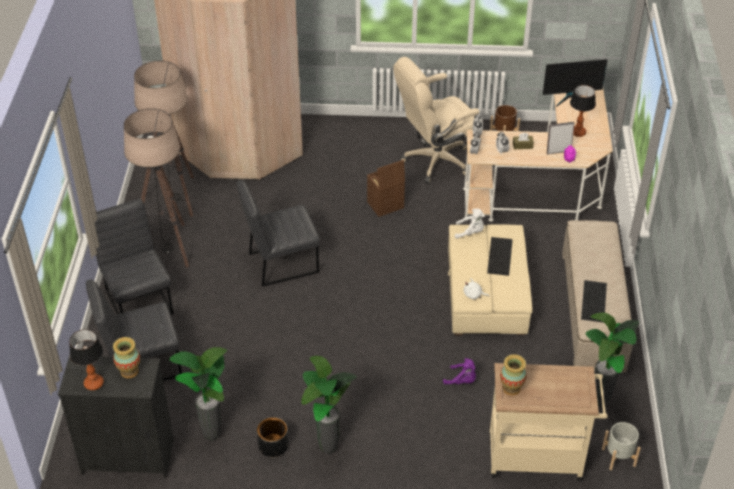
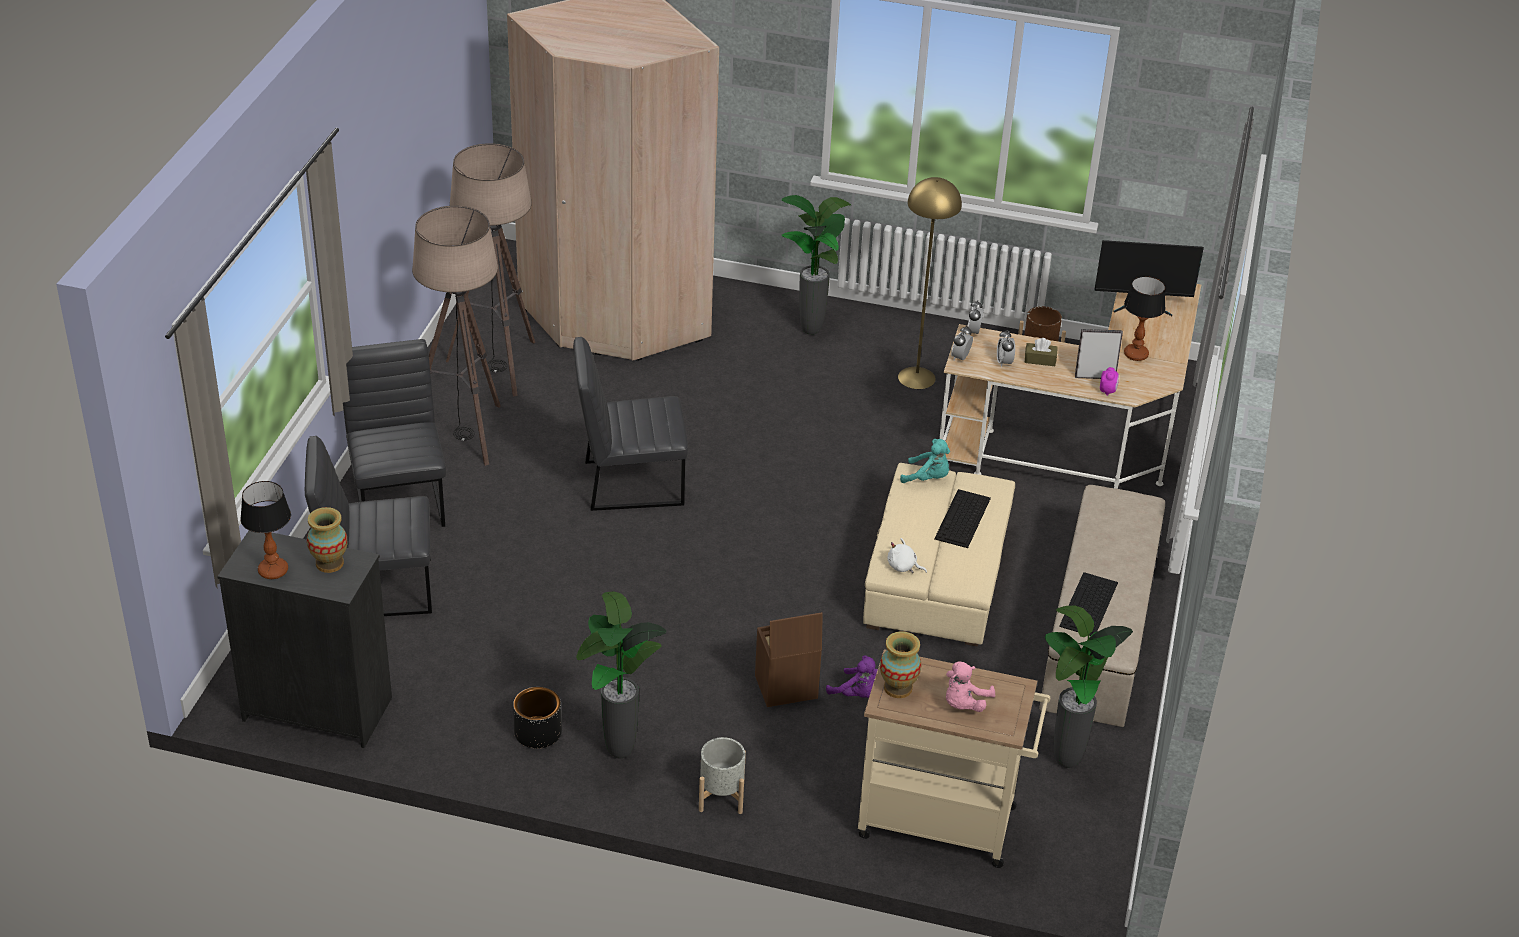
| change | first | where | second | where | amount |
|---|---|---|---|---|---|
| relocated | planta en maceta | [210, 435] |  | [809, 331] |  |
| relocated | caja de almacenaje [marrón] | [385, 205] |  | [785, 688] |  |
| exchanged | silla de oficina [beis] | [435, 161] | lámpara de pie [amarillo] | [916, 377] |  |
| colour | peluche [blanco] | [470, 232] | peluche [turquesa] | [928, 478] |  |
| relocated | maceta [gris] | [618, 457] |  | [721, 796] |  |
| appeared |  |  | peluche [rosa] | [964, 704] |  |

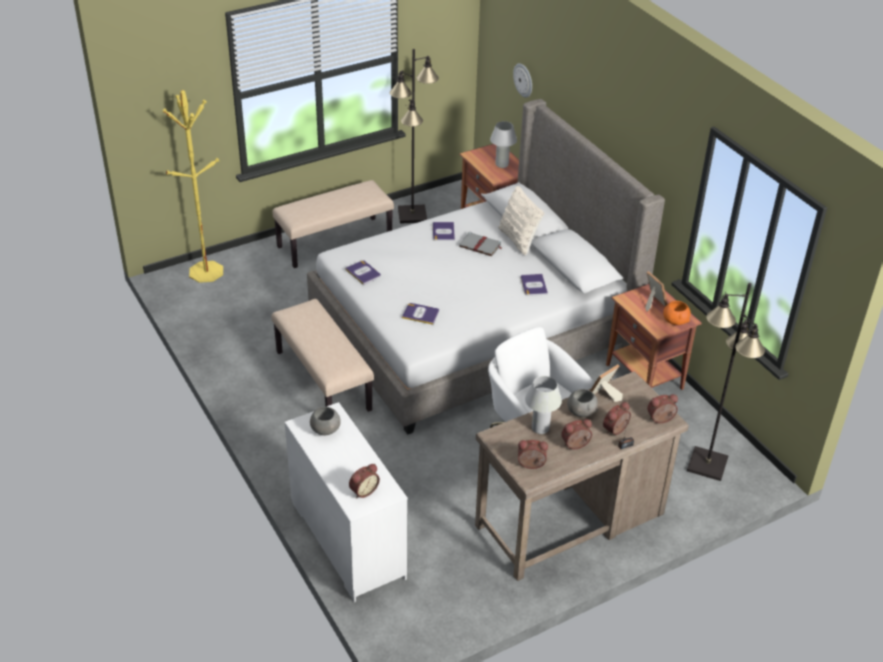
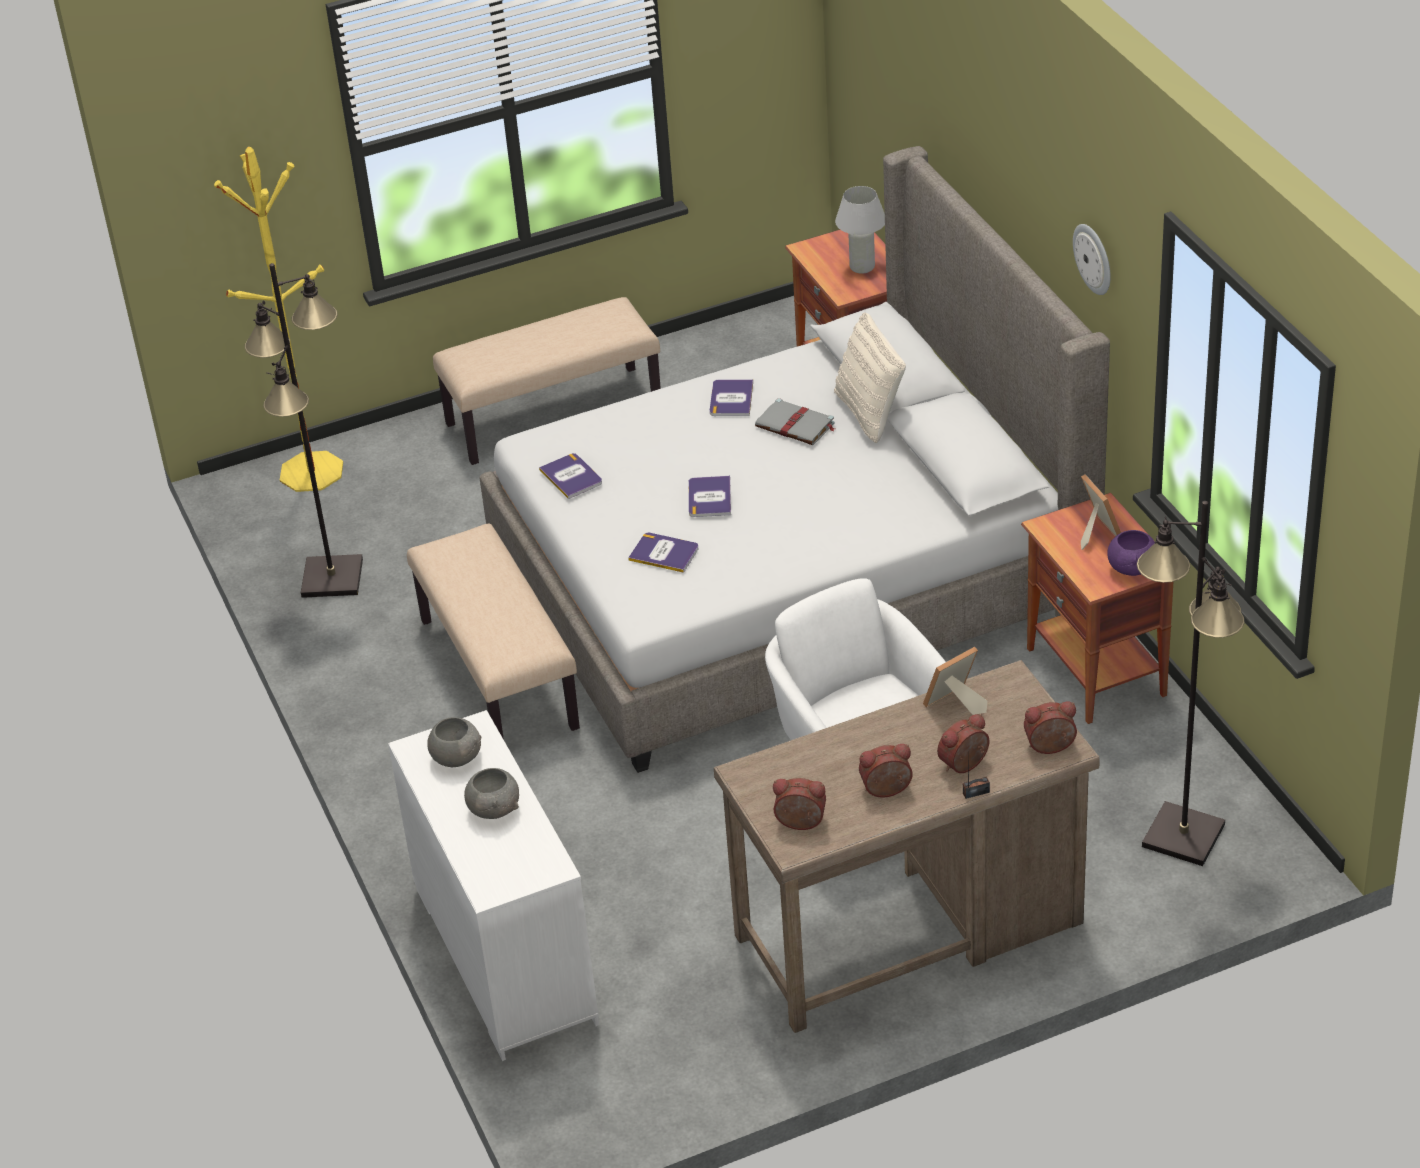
| change | first | where | second | where | amount |
|---|---|---|---|---|---|
| missing | despertador | [363, 490] |  |  |  |
| relocated | lámpara de pie [negro] | [413, 215] |  | [333, 578] |  |
| relocated | reloj de pared | [523, 80] |  | [1094, 258] |  |
| relocated | libro | [533, 285] |  | [709, 497] |  |
| missing | lámpara de mesa [blanco] | [540, 428] |  |  |  |
| relocated | cuenco [gris] | [581, 411] |  | [494, 809] |  |
| colour | cuenco [naranja] | [675, 321] | cuenco [morado] | [1132, 568] |  |

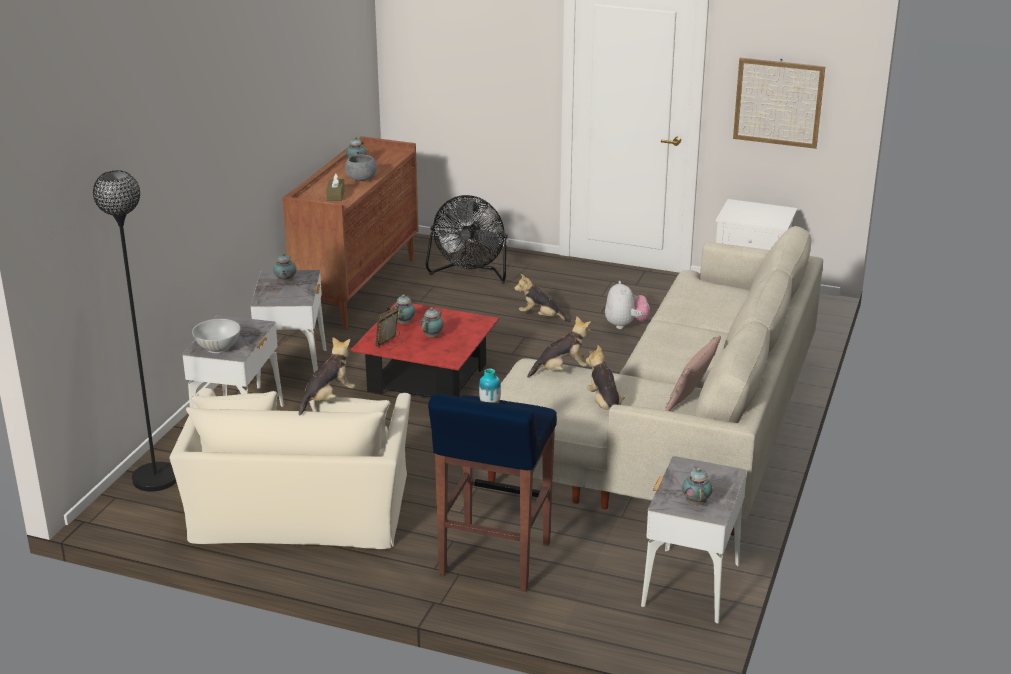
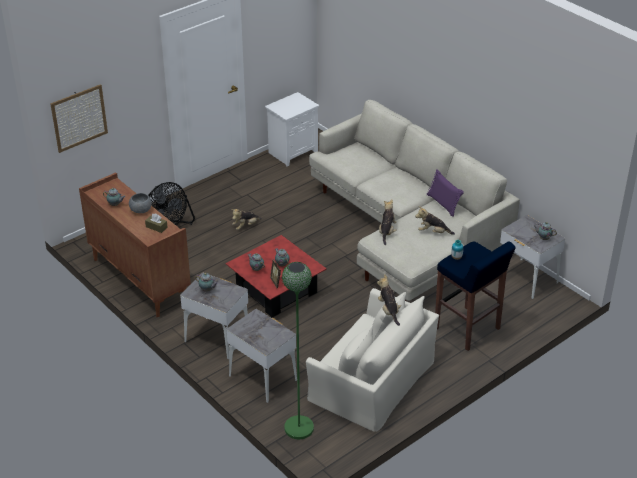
| change | first | where | second | where | amount |
|---|---|---|---|---|---|
| colour | lámpara de pie [negro] | [155, 478] | lámpara de pie [verde] | [298, 428] |  |
| missing | cuenco [blanco] | [218, 348] |  |  |  |
| missing | peluche | [625, 325] |  |  |  |
| colour | cojín [beis] | [691, 396] | cojín [morado] | [443, 204] |  |
| relocated | cuadro | [778, 101] |  | [79, 117] |  |

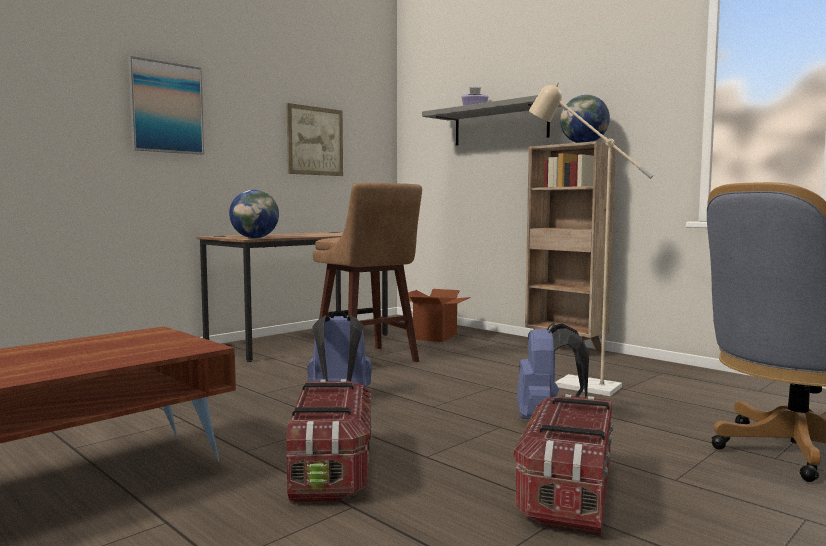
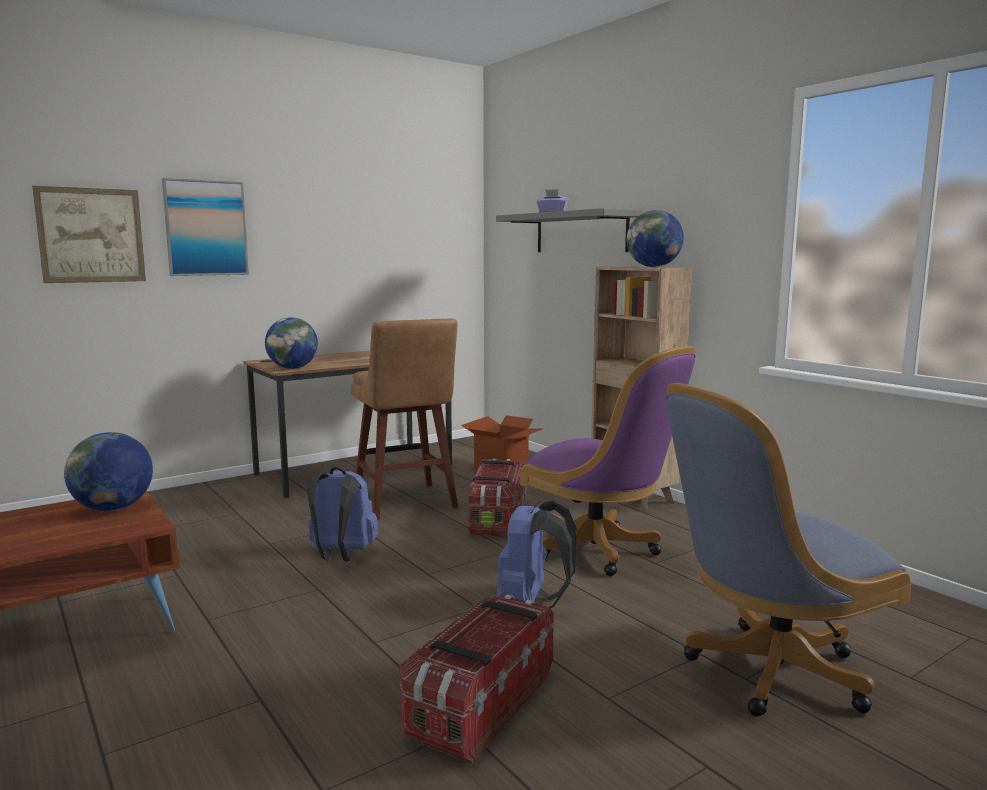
| change | first | where | second | where | amount |
|---|---|---|---|---|---|
| relocated | caja de almacenaje | [332, 469] |  | [498, 518] |  |
| relocated | cuadro | [315, 141] |  | [91, 235] |  |
| exchanged | lámpara de pie [beis] | [576, 385] | silla de oficina [morado] | [604, 553] |  |
| appeared |  |  | globo terráqueo | [113, 508] |  |

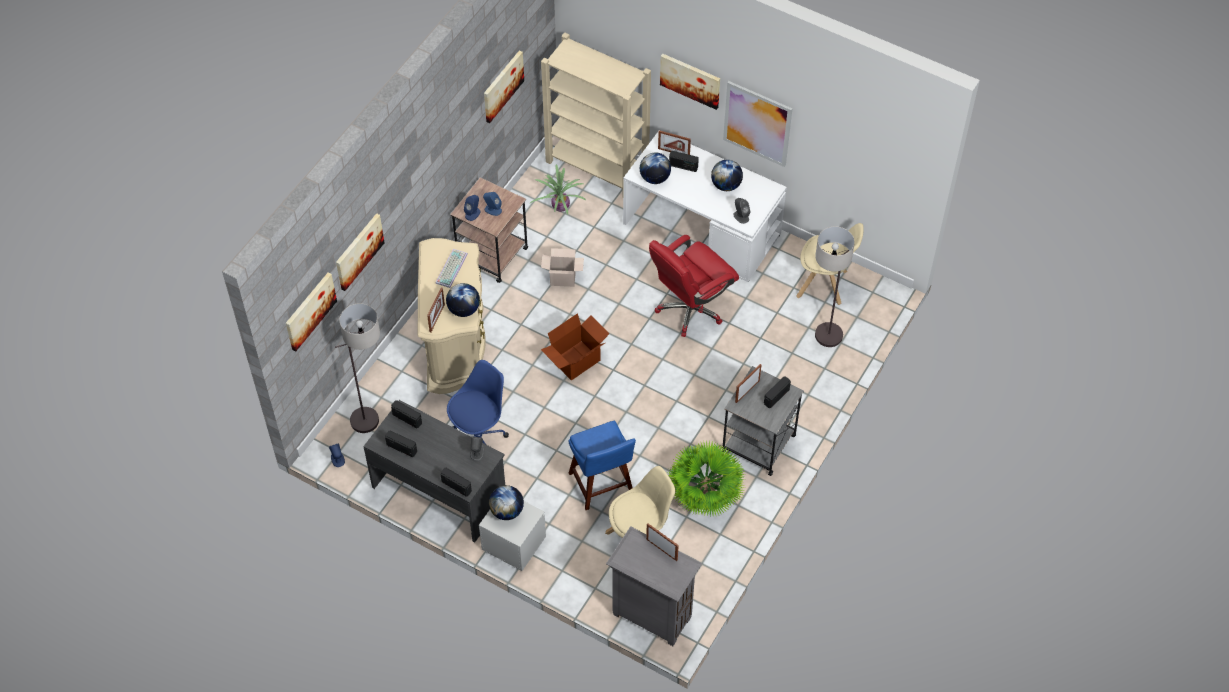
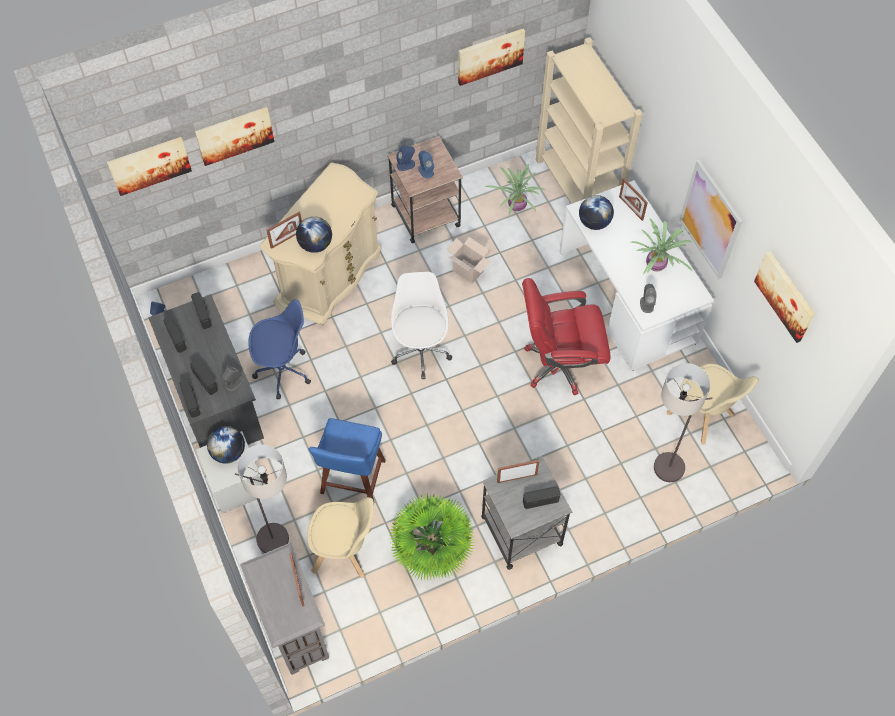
| change | first | where | second | where | amount |
|---|---|---|---|---|---|
| relocated | lámpara de pie [gris] | [373, 418] |  | [282, 542] |  |
| missing | teclado | [451, 268] |  |  |  |
| exchanged | caja de cartón | [576, 361] | silla de oficina [blanco] | [420, 352] |  |
| relocated | cuadro | [690, 80] |  | [785, 296] |  |
| relocated | radio | [683, 166] |  | [205, 381] |  |
| exchanged | globo terráqueo | [726, 185] | planta en maceta | [656, 266] |  |

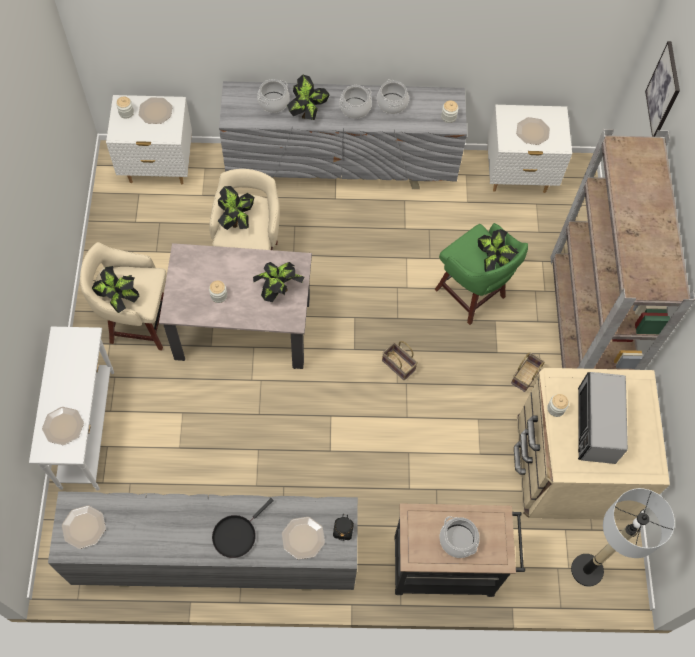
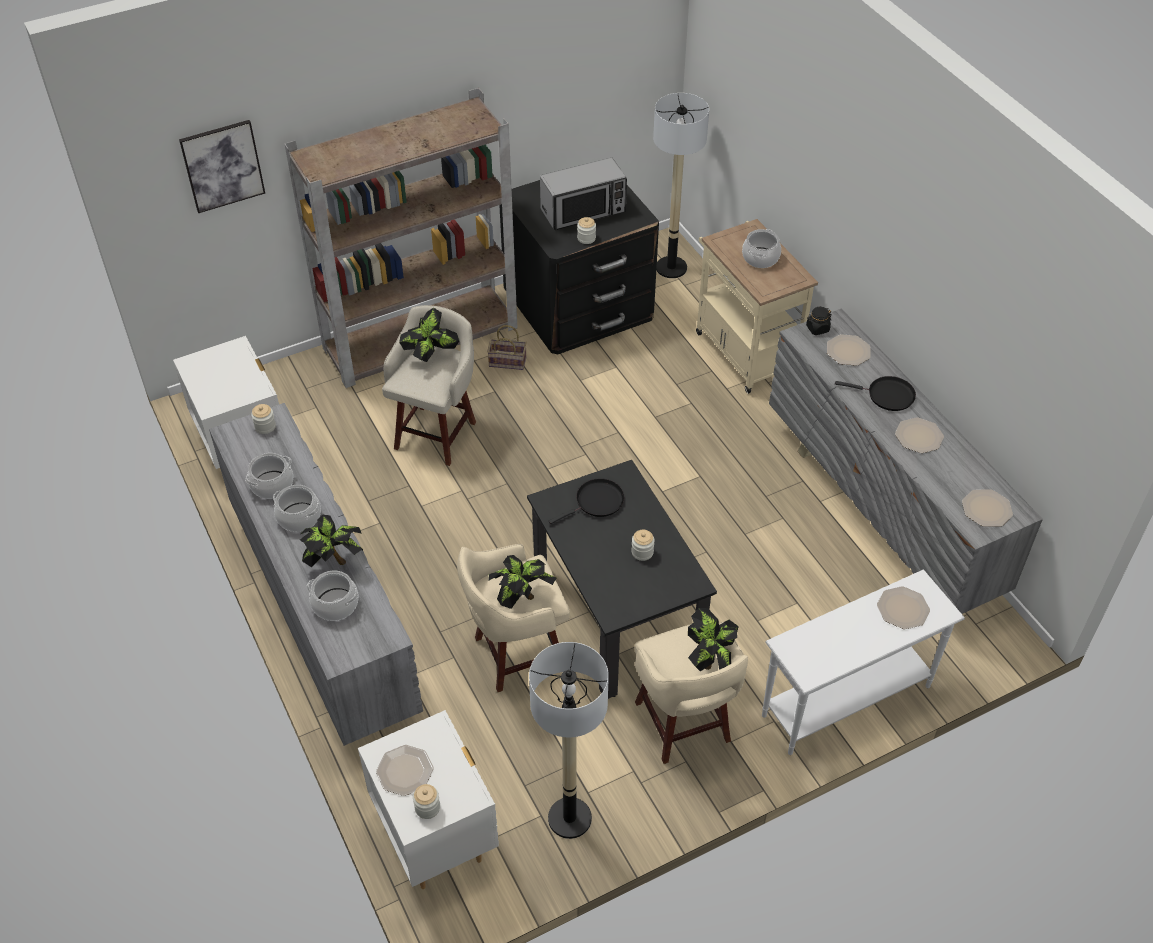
| change | first | where | second | where | amount |
|---|---|---|---|---|---|
| colour | mesa de comedor [beis] | [243, 329] | mesa de comedor [negro] | [616, 615] |  |
| exchanged | planta en maceta | [278, 290] | sartén [negro] | [597, 502] |  |
| missing | cesta | [399, 365] |  |  |  |
| colour | carrito [negro] | [446, 568] | carrito [beis] | [744, 352] |  |
| colour | taburete [verde] | [471, 296] | taburete [beis] | [437, 433] |  |
| colour | cómoda [beis] | [571, 466] | cómoda [negro] | [580, 304] |  |
| relocated | plato | [532, 132] |  | [919, 436] |  |
| appeared |  |  | lámpara de pie | [569, 818] |  |

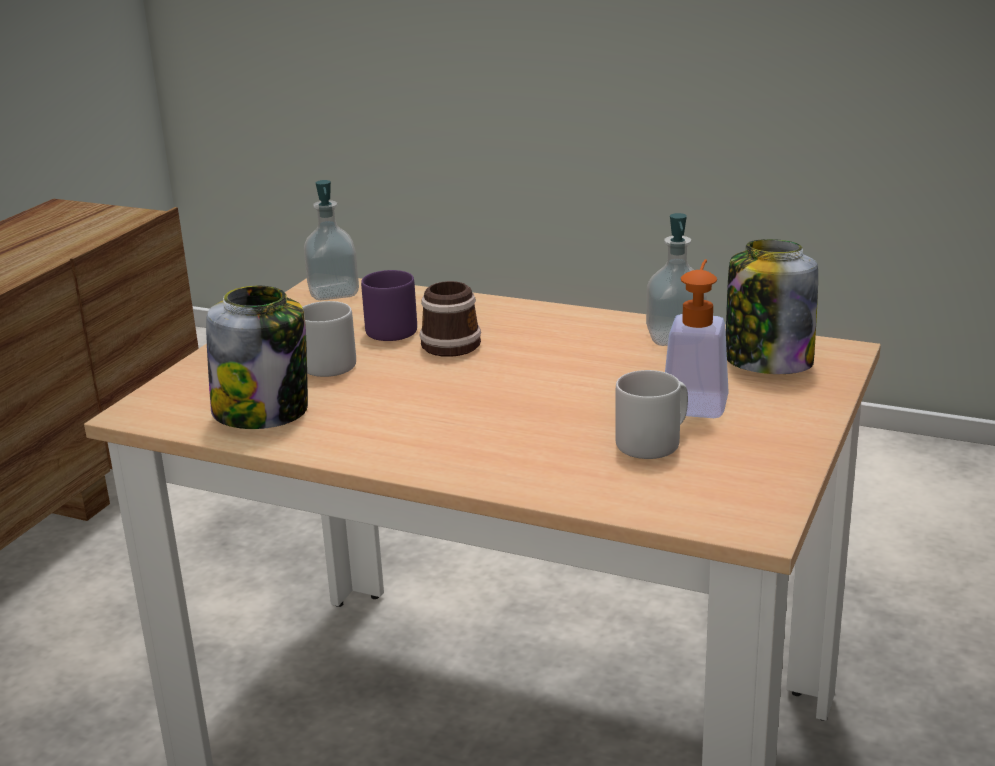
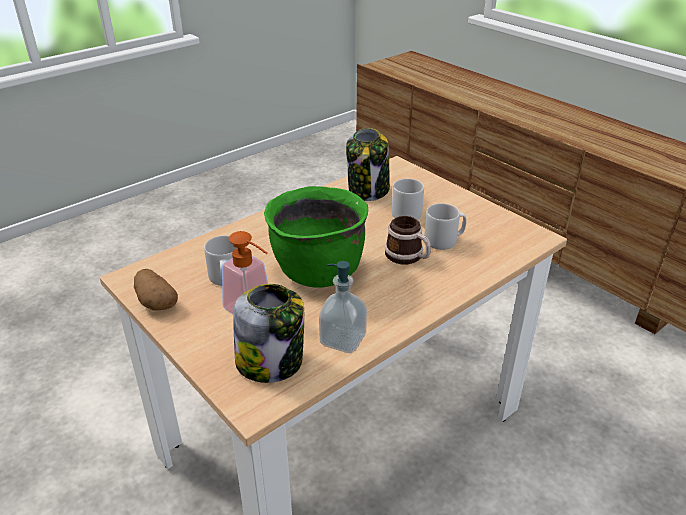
| change | first | where | second | where | amount |
|---|---|---|---|---|---|
| missing | dispensador de jabón | [333, 293] |  |  |  |
| colour | taza grande [morado] | [387, 329] | taza grande [gris] | [444, 240] |  |
| appeared |  |  | patata | [156, 302] |  |
| appeared |  |  | olla [verde] | [317, 271] |  |

